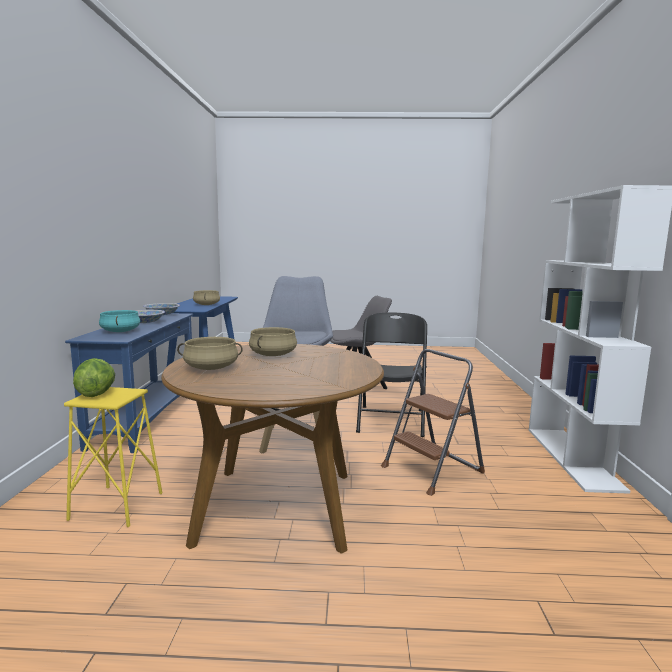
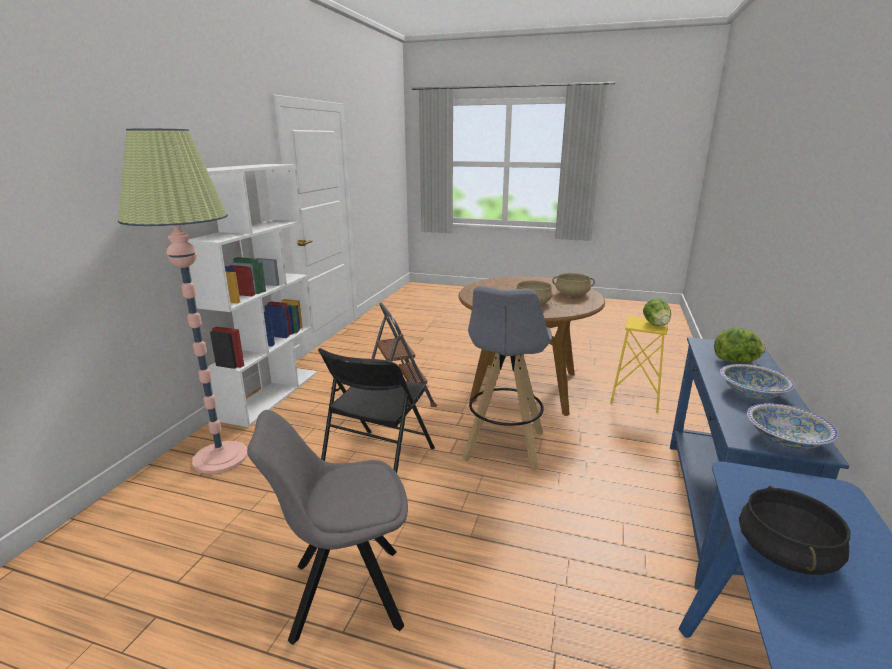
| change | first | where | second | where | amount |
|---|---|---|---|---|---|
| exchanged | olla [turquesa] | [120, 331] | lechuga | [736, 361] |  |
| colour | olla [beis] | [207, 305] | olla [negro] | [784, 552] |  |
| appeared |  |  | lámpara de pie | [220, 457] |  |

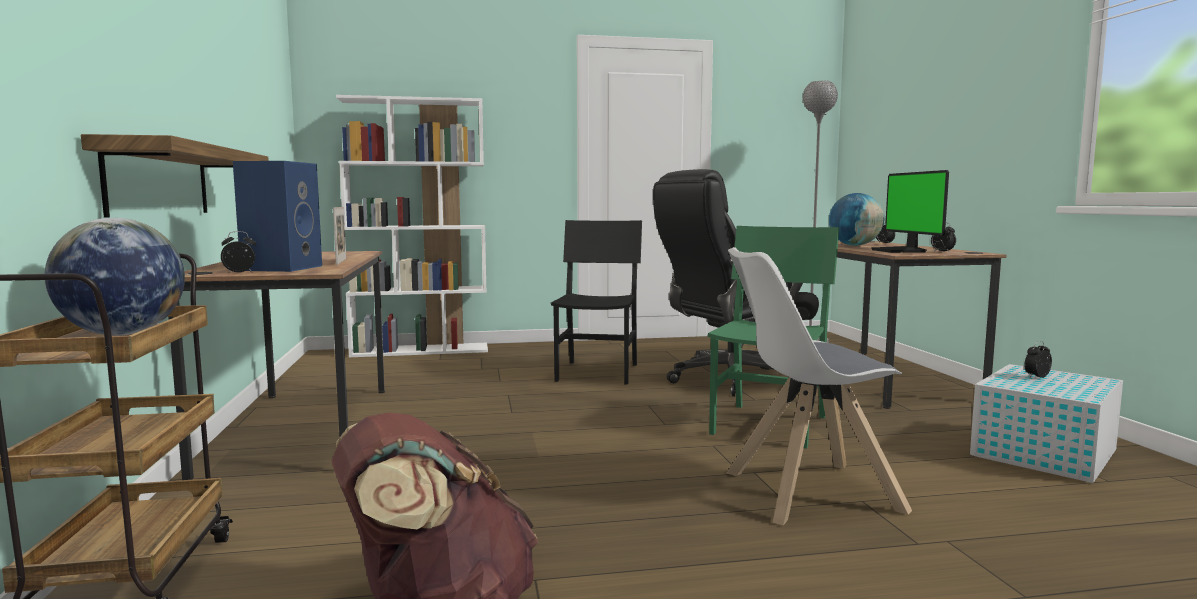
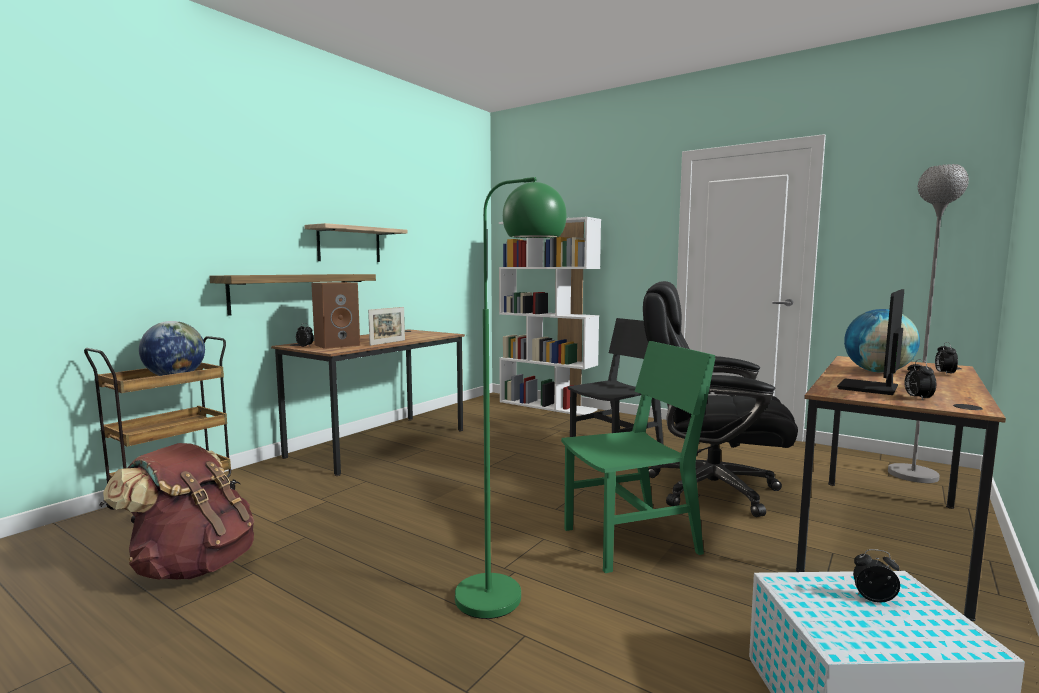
| change | first | where | second | where | amount |
|---|---|---|---|---|---|
| colour | altavoz [azul] | [282, 268] | altavoz [marrón] | [338, 345] |  |
| exchanged | silla | [807, 492] | lámpara de pie [verde] | [505, 606] |  |
| appeared |  |  | estante | [349, 244] |  |

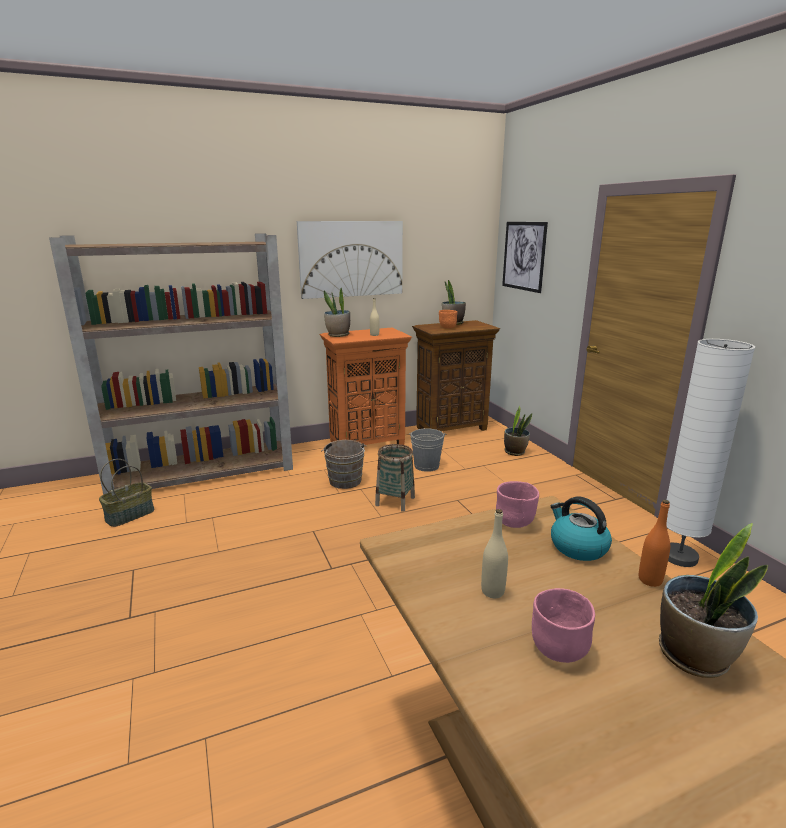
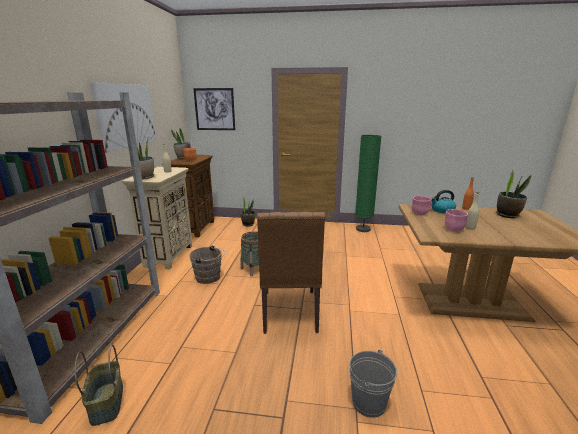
| change | first | where | second | where | amount |
|---|---|---|---|---|---|
| colour | armario [naranja] | [367, 443] | armario [beis] | [168, 255] |  |
| relocated | cubo [gris] | [426, 466] |  | [368, 402] |  |
| relocated | cuenco [rosa] | [558, 648] |  | [453, 229] |  |
| colour | lámpara de pie [blanco] | [679, 557] | lámpara de pie [verde] | [363, 229] |  |
| appeared |  |  | silla [marrón] | [289, 310] |  |

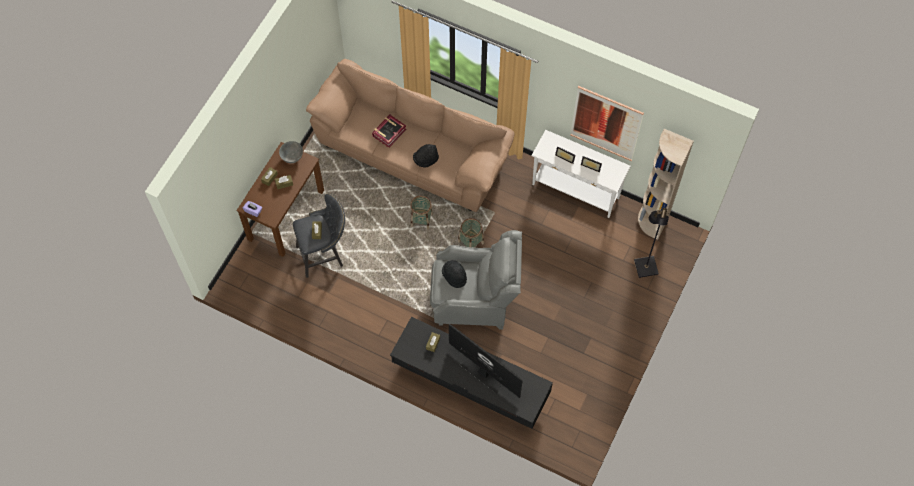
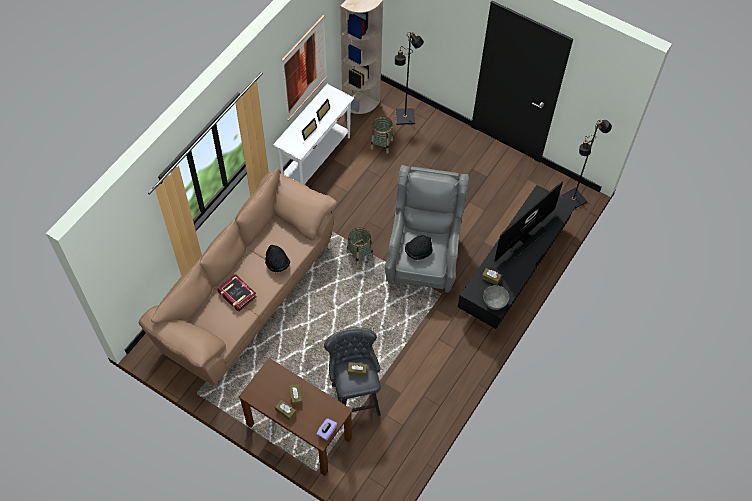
| change | first | where | second | where | amount |
|---|---|---|---|---|---|
| relocated | cuenco [gris] | [292, 157] |  | [494, 303] |  |
| relocated | cesta | [421, 220] |  | [381, 144] |  |
| appeared |  |  | lámpara de pie [negro] | [573, 199] |  |

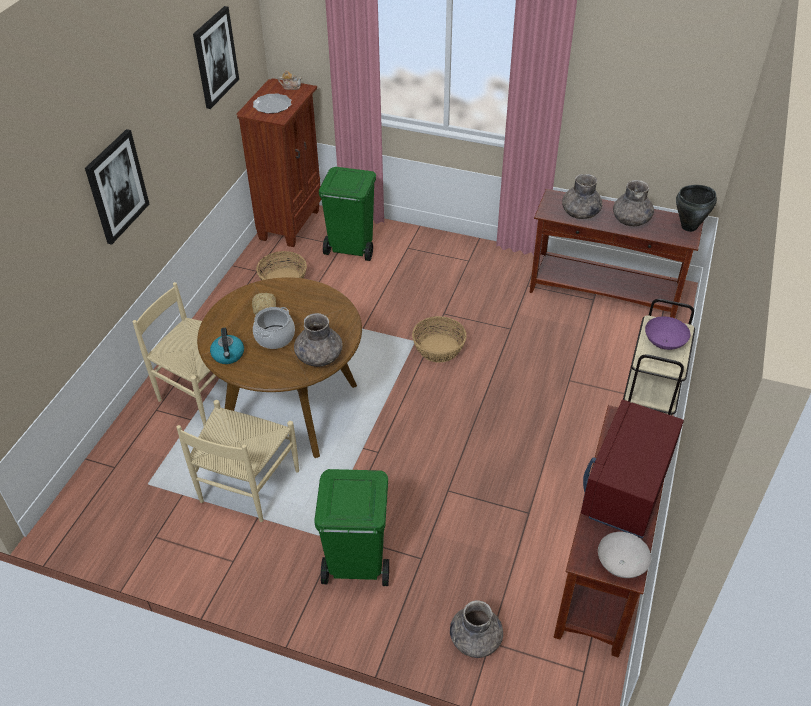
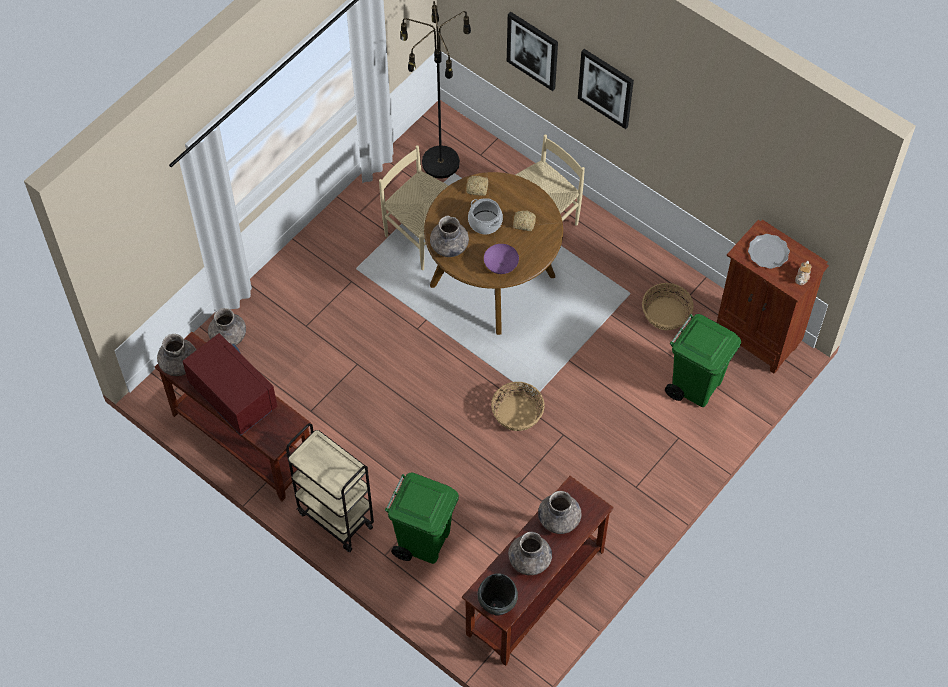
| change | first | where | second | where | amount |
|---|---|---|---|---|---|
| relocated | cuadro | [215, 57] |  | [533, 50] |  |
| exchanged | hervidor | [228, 355] | pan | [478, 188] |  |
| relocated | papelera [verde] | [356, 565] |  | [424, 540] |  |
| exchanged | cuenco [blanco] | [620, 564] | florero [gris] | [179, 363] |  |
| relocated | cuenco [morado] | [664, 342] |  | [501, 265] |  |
| appeared |  |  | lámpara de pie | [440, 162] |  |

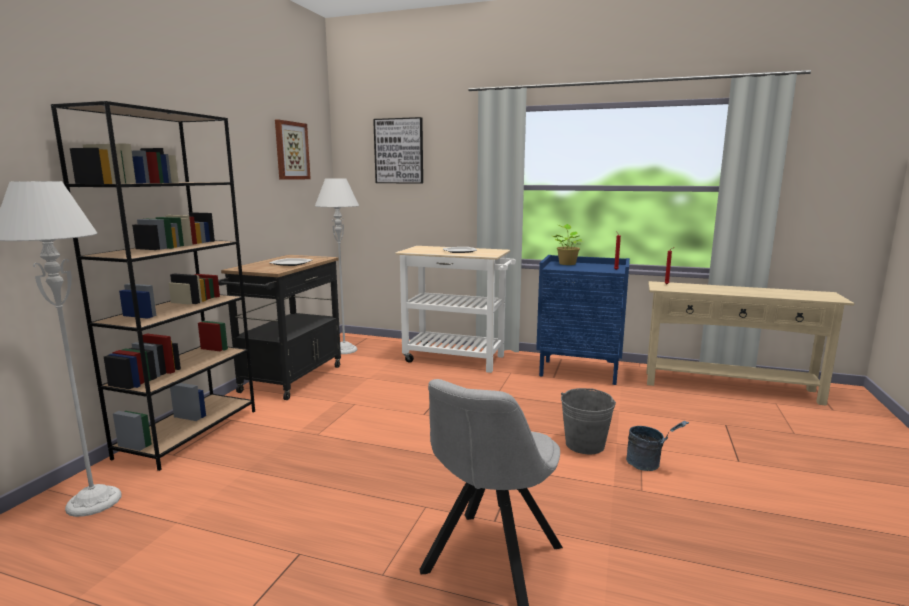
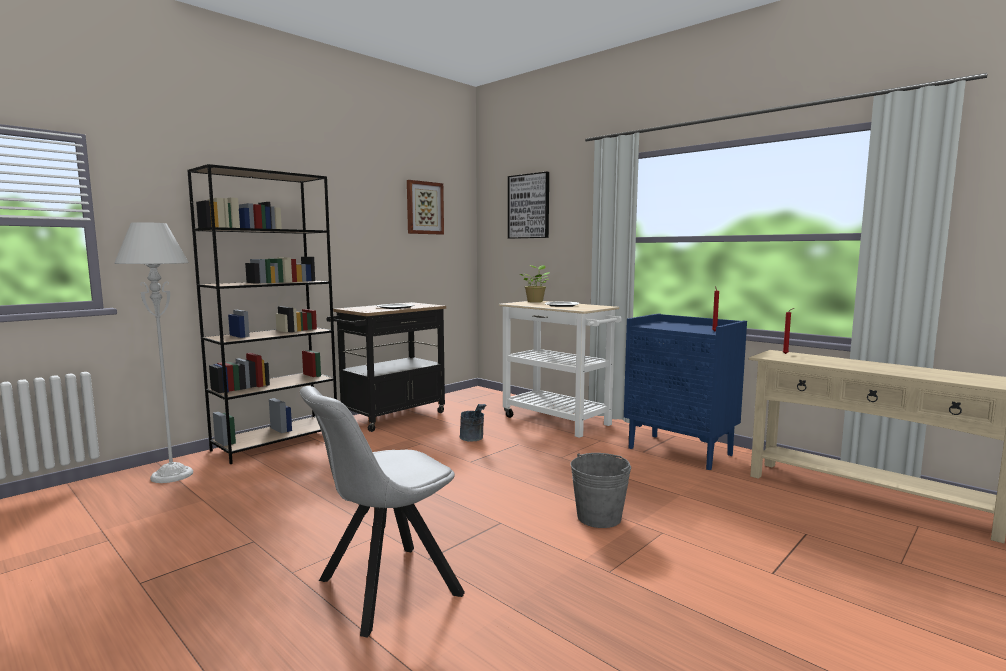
| change | first | where | second | where | amount |
|---|---|---|---|---|---|
| missing | lámpara de pie [gris] | [344, 350] |  |  |  |
| relocated | planta en maceta | [567, 263] |  | [535, 301] |  |
| relocated | cubo [gris] | [649, 464] |  | [473, 439] |  |

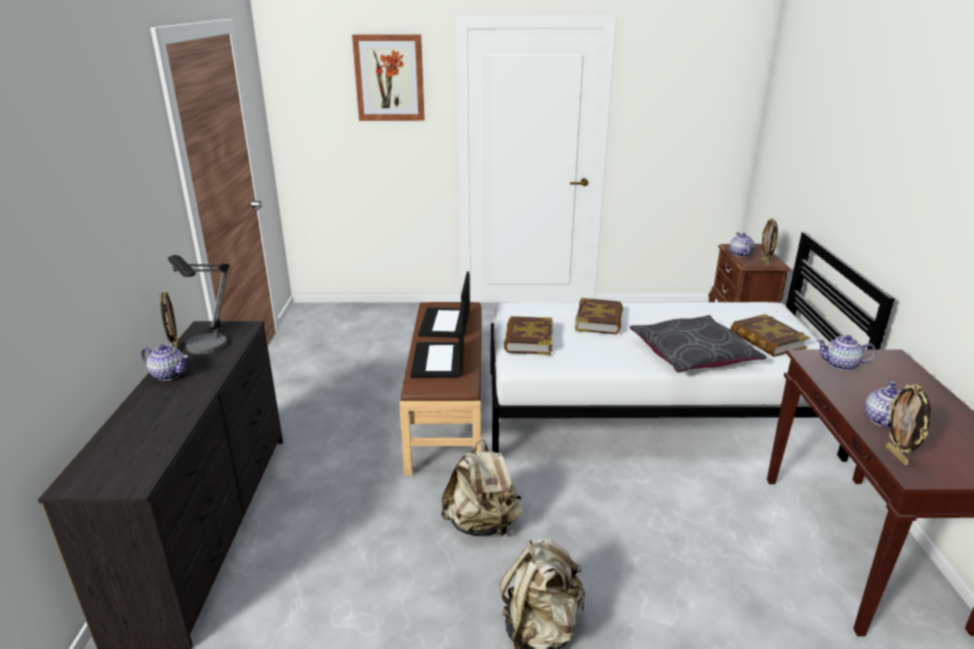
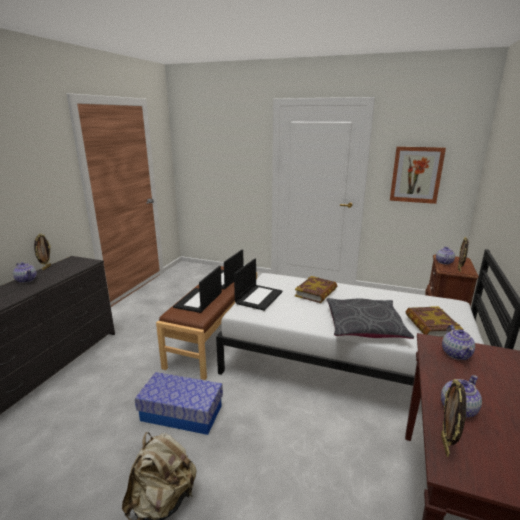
| change | first | where | second | where | amount |
|---|---|---|---|---|---|
| missing | lámpara de mesa | [208, 350] |  |  |  |
| relocated | cuadro | [389, 78] |  | [416, 174] |  |
| exchanged | mochila [beis] | [482, 524] | caja de almacenaje | [182, 413] |  |
| exchanged | libro | [528, 340] | portátil | [259, 297] |  |
| spun | tetera | [841, 365] |  | [456, 354] | 120 degrees counterclockwise |

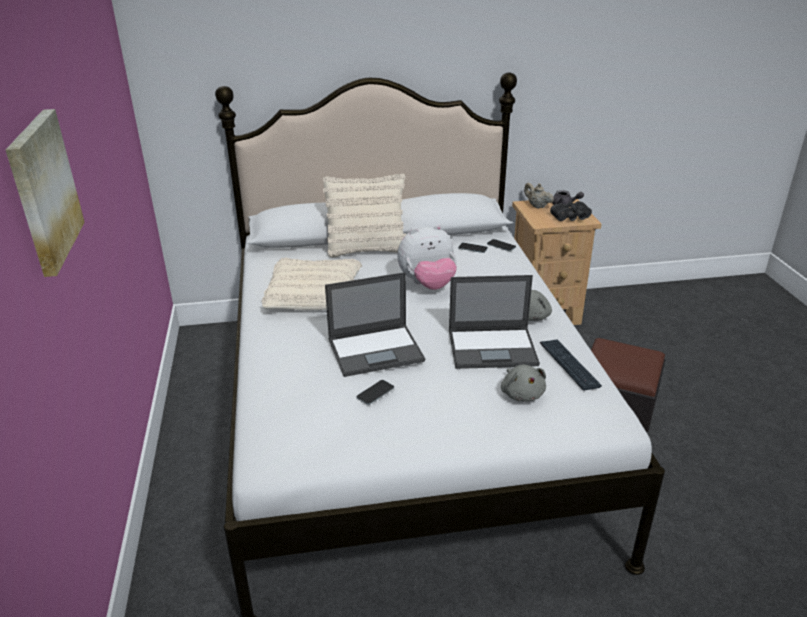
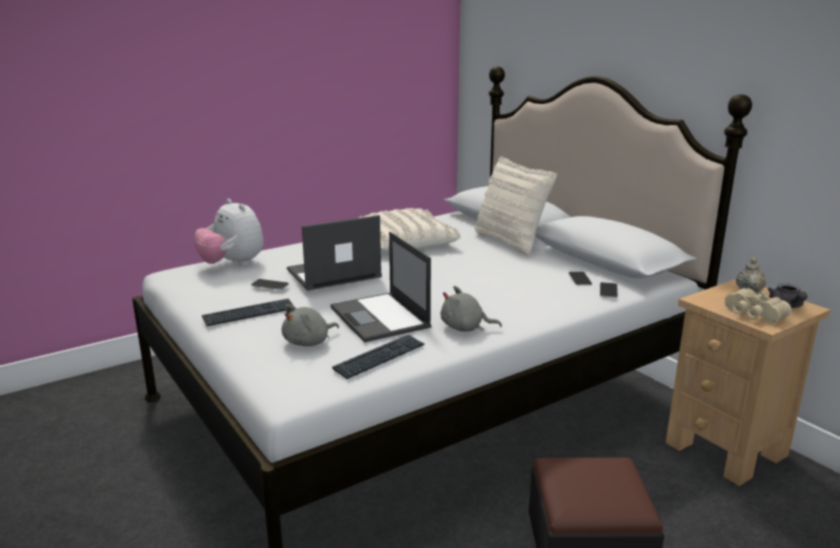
| change | first | where | second | where | amount |
|---|---|---|---|---|---|
| missing | cuadro | [43, 190] |  |  |  |
| spun | portátil | [377, 350] |  | [332, 273] | 105 degrees clockwise |
| relocated | peluche | [428, 285] |  | [232, 265] |  |
| colour | prismáticos [negro] | [571, 218] | prismáticos [beis] | [752, 315] |  |
| appeared |  |  | teclado | [249, 314] |  |

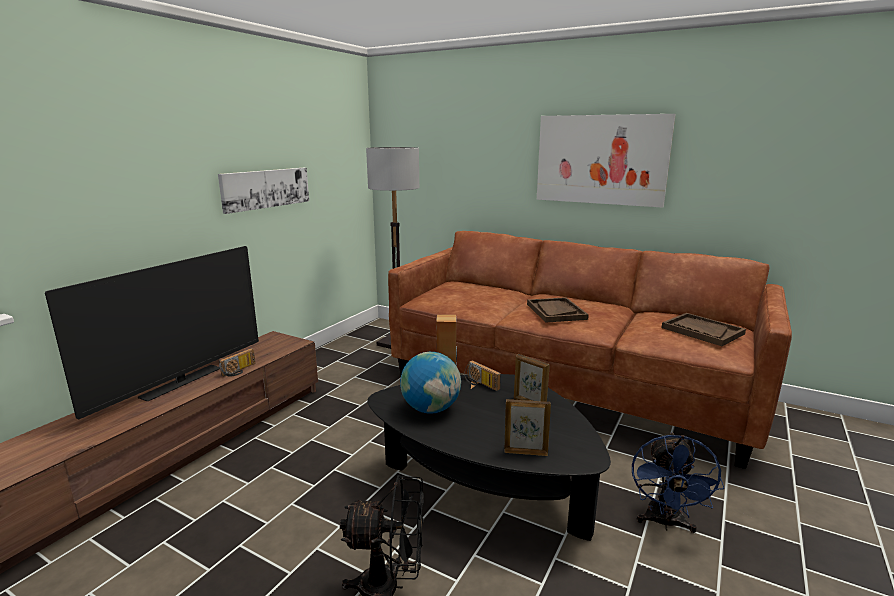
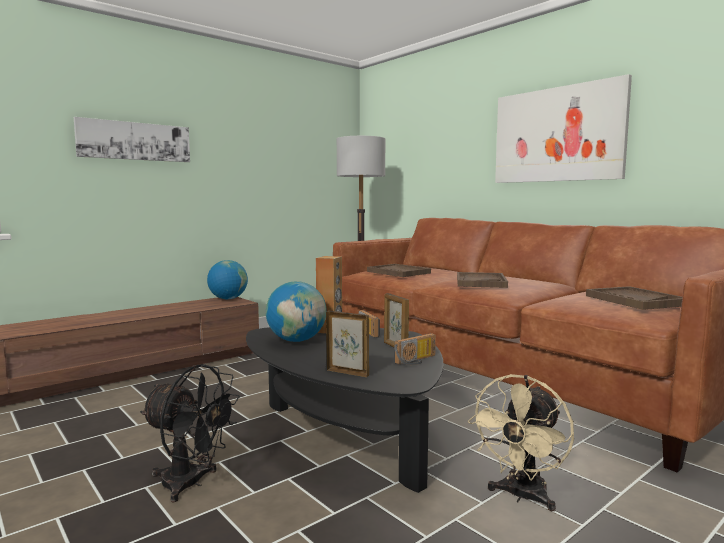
| change | first | where | second | where | amount |
|---|---|---|---|---|---|
| missing | televisor | [181, 382] |  |  |  |
| relocated | cuadro | [266, 188] |  | [135, 141] |  |
| relocated | radio | [240, 371] |  | [417, 360] |  |
| colour | ventilador [azul] | [665, 523] | ventilador [beis] | [521, 496] |  |
| appeared |  |  | globo terráqueo | [228, 299] |  |
| appeared |  |  | bandeja [marrón] | [398, 272] |  |

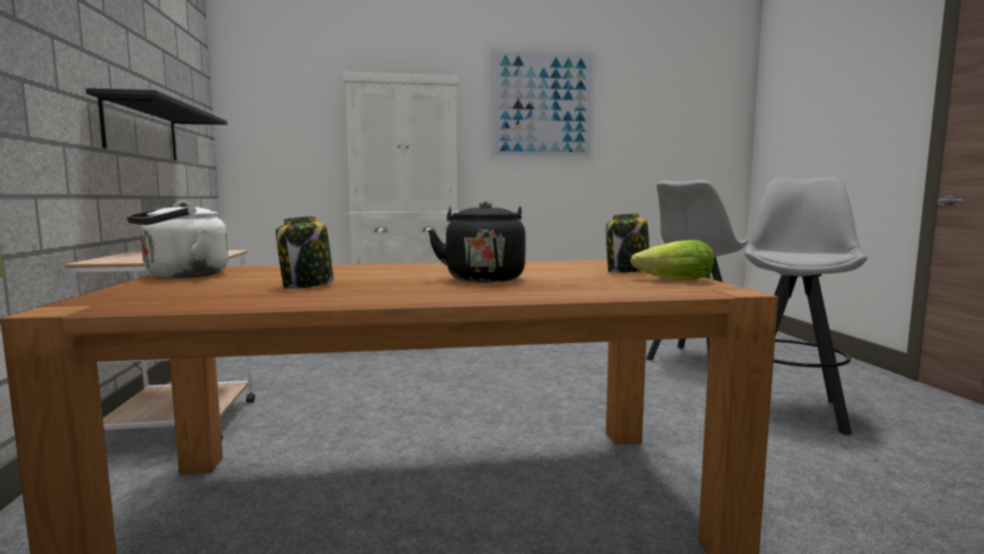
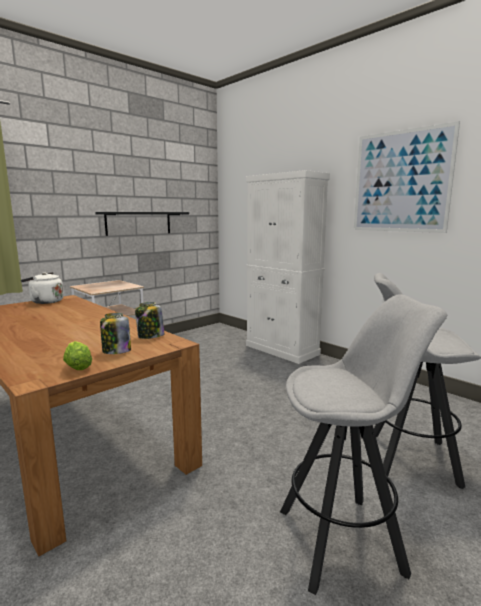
| change | first | where | second | where | amount |
|---|---|---|---|---|---|
| relocated | tarro | [307, 285] |  | [150, 336] |  |
| missing | hervidor [negro] | [483, 278] |  |  |  |

